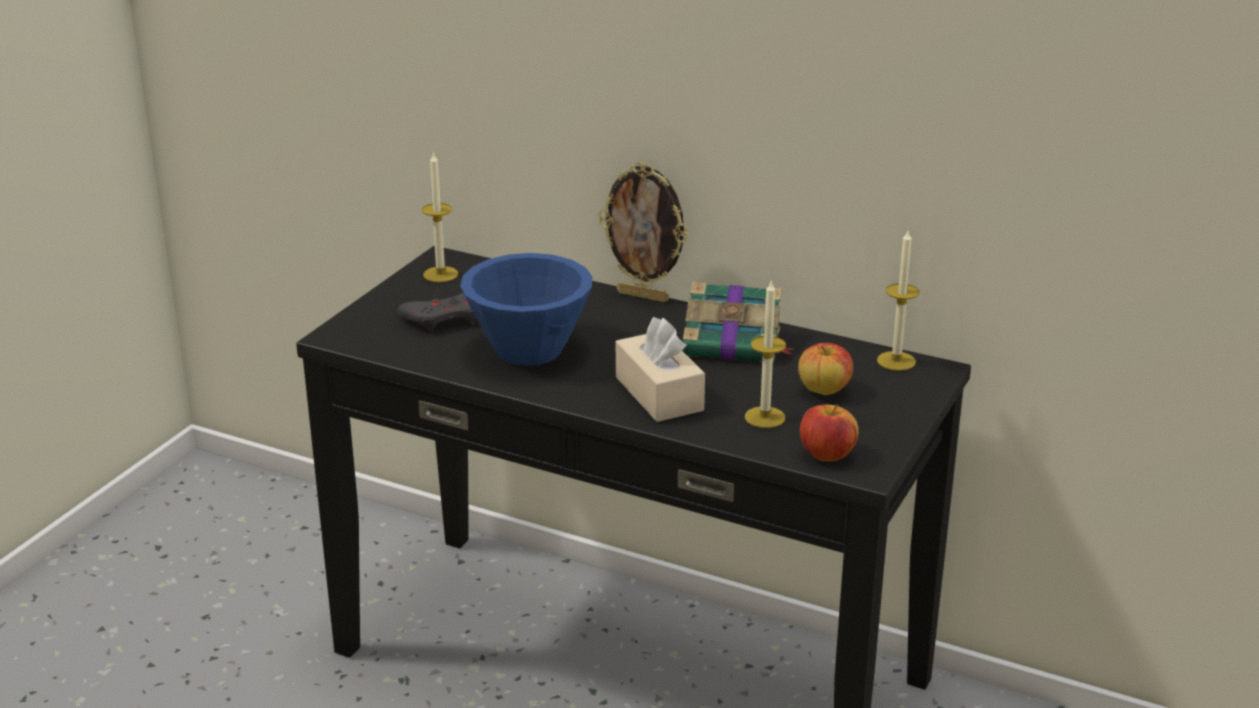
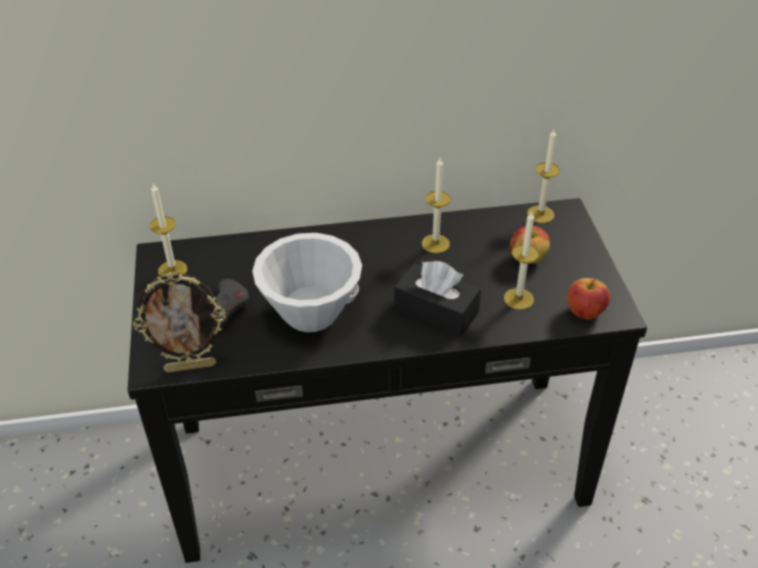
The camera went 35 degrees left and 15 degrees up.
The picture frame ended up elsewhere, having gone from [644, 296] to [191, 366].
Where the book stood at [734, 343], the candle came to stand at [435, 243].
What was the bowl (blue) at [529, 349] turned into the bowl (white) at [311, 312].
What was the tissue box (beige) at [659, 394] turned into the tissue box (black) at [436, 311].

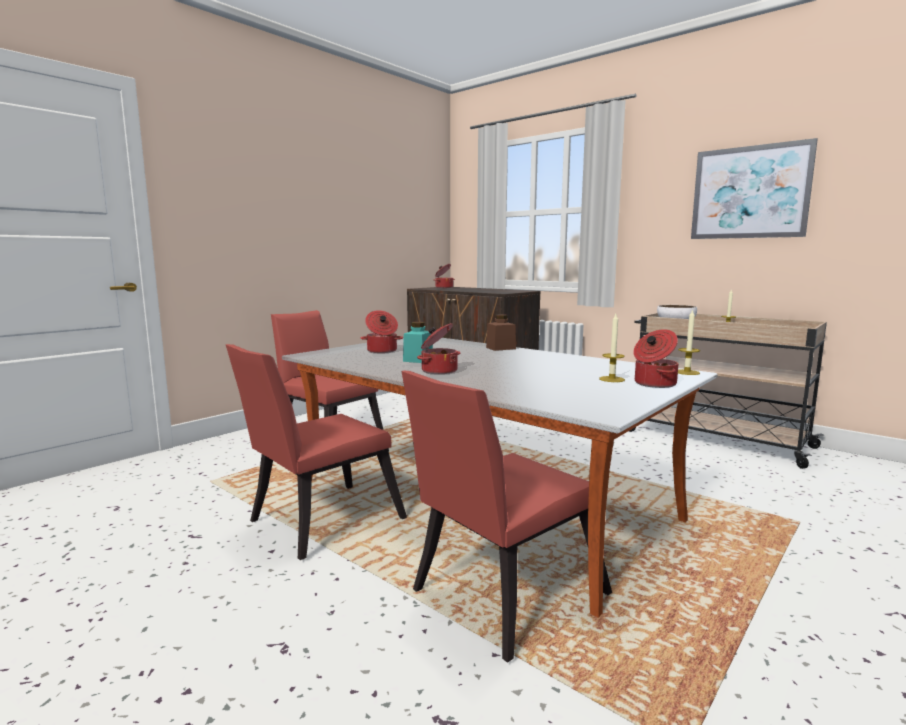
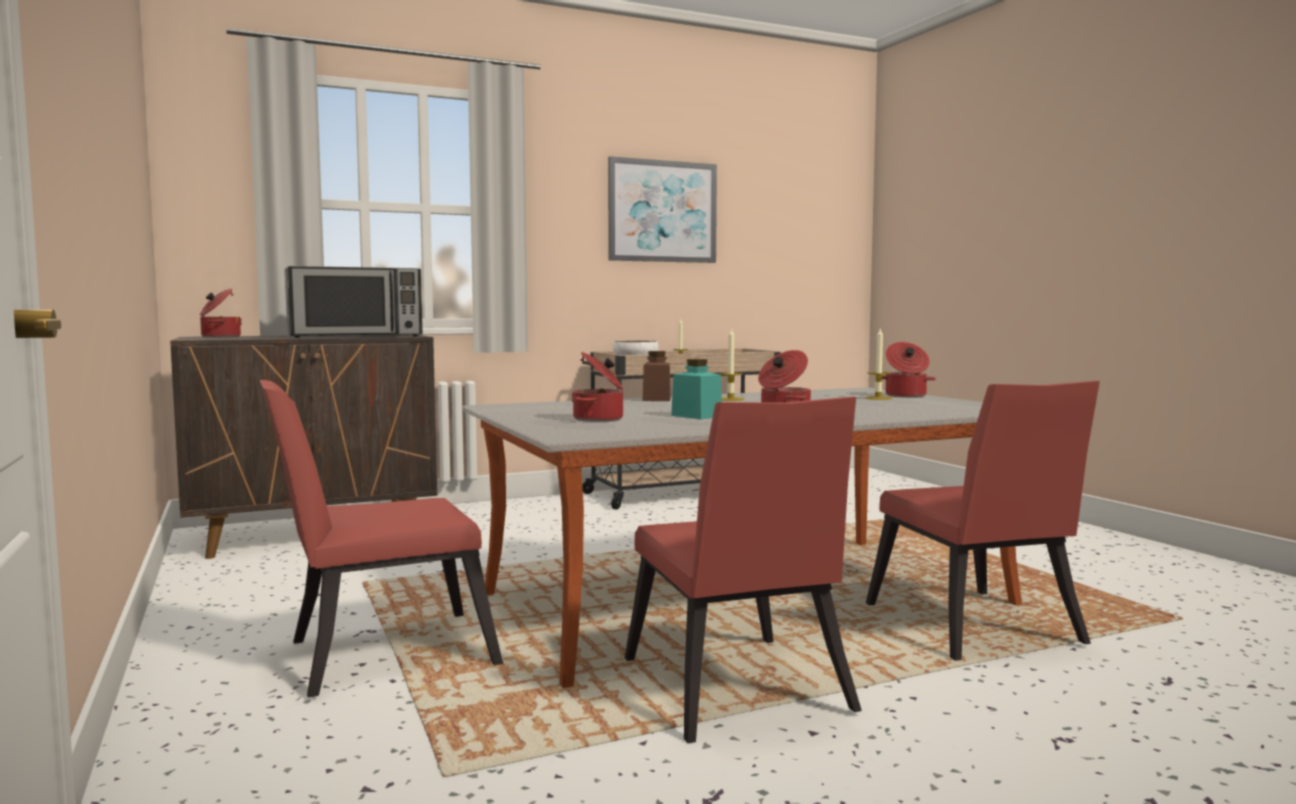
The camera went 65 degrees left and 5 degrees down.
The second view gained the microwave at [356, 336].
The candle ended up elsewhere, having gone from [687, 372] to [730, 399].

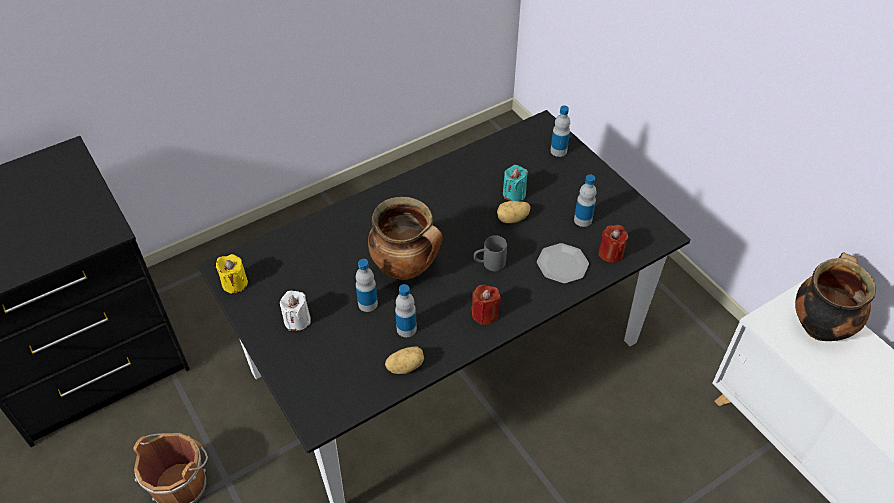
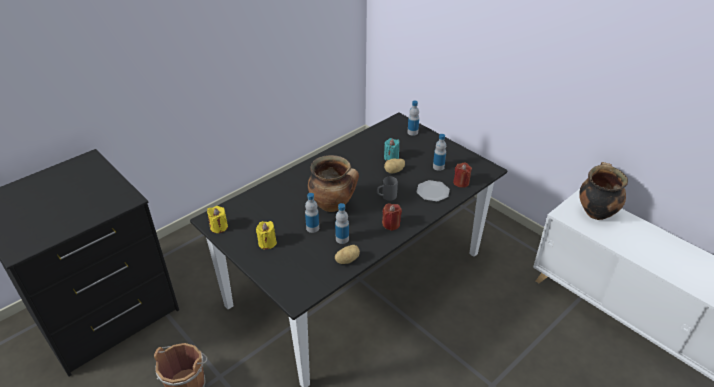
The camera went 10 degrees left and 10 degrees down.
What was the candle (white) at [297, 320] turned into the candle (yellow) at [267, 243].

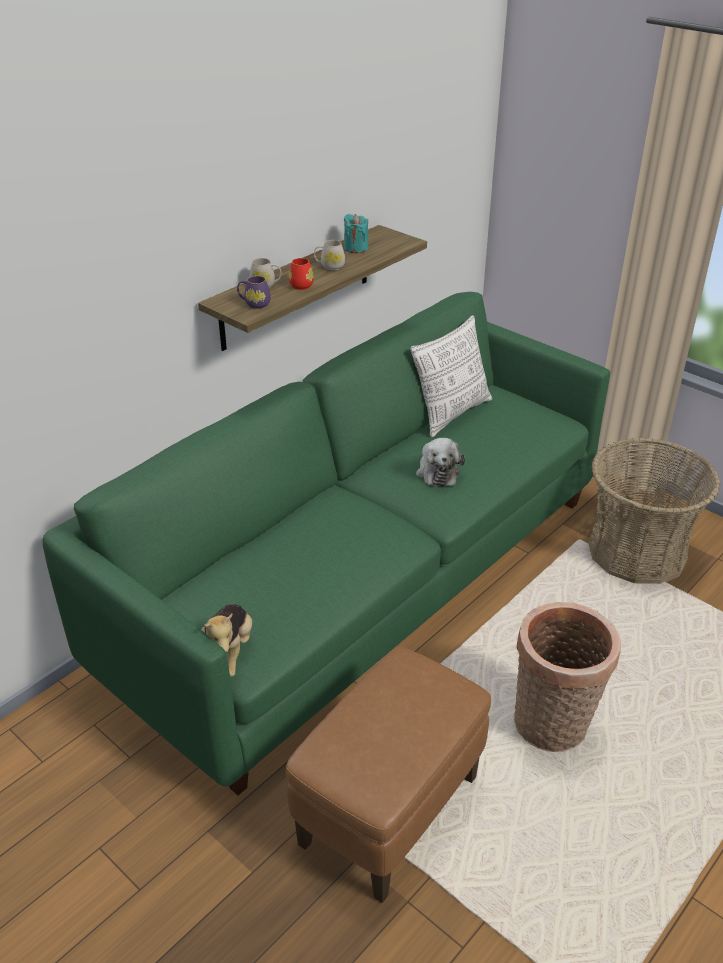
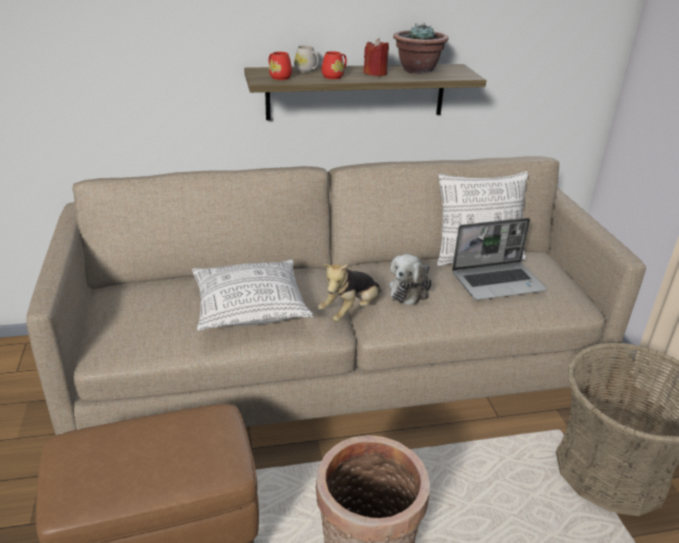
The camera went 35 degrees right and 5 degrees down.
The second view gained the pillow at [250, 308].
The second view gained the laptop at [498, 282].
The plush toy ended up elsewhere, having gone from [228, 652] to [350, 311].
Where the mug (white) stood at [329, 266], the candle (red) came to stand at [375, 73].
Where the candle (turquoise) stood at [356, 248], the potted plant came to stand at [417, 70].
What was the sofa (green) at [361, 580] turned into the sofa (beige) at [335, 367].
What was the mug (purple) at [254, 304] turned into the mug (red) at [278, 77].

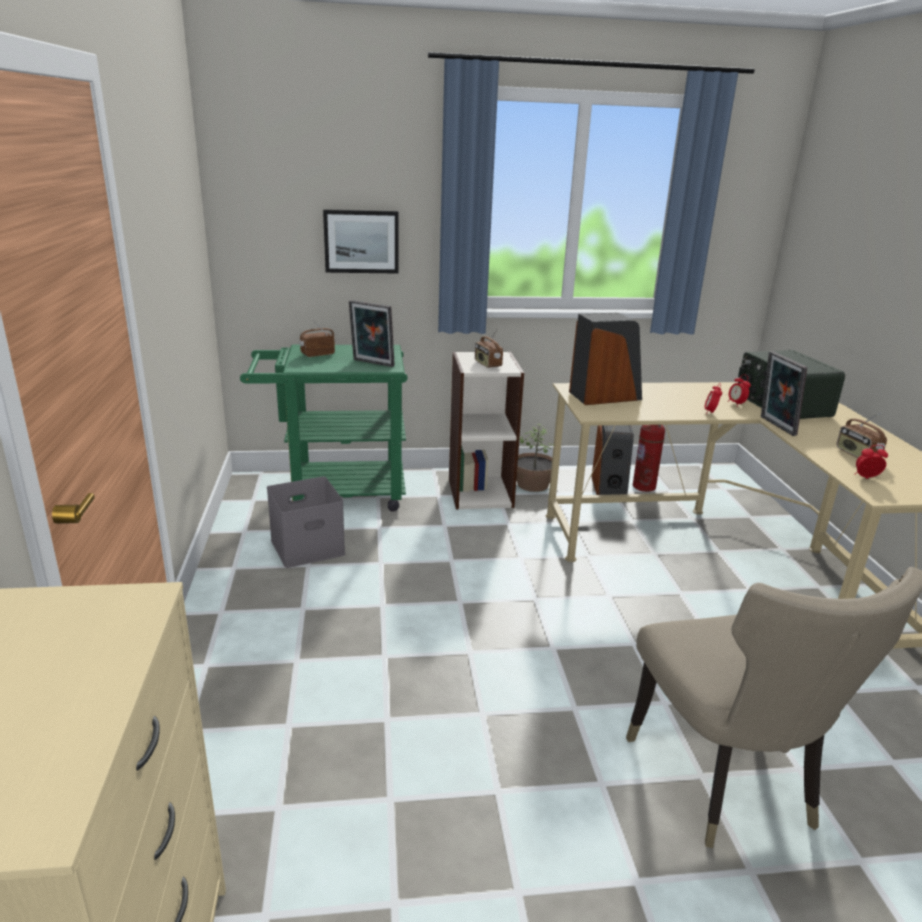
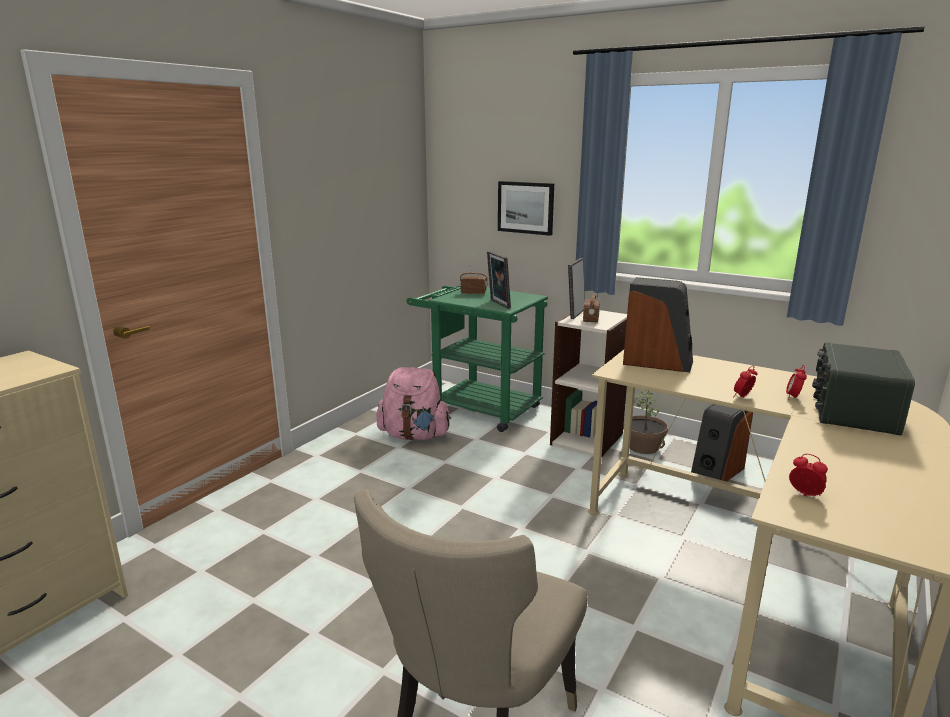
The camera went 40 degrees right and 5 degrees down.
The second view lost the fire extinguisher at [644, 487].
The second view lost the radio at [857, 454].
The picture frame ended up elsewhere, having gone from [775, 426] to [575, 313].
Where the storage box (grey) stood at [308, 546], the backpack (pink) came to stand at [414, 435].

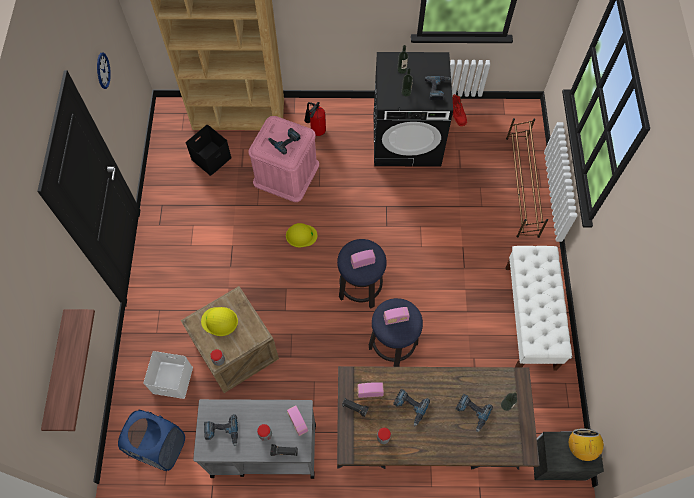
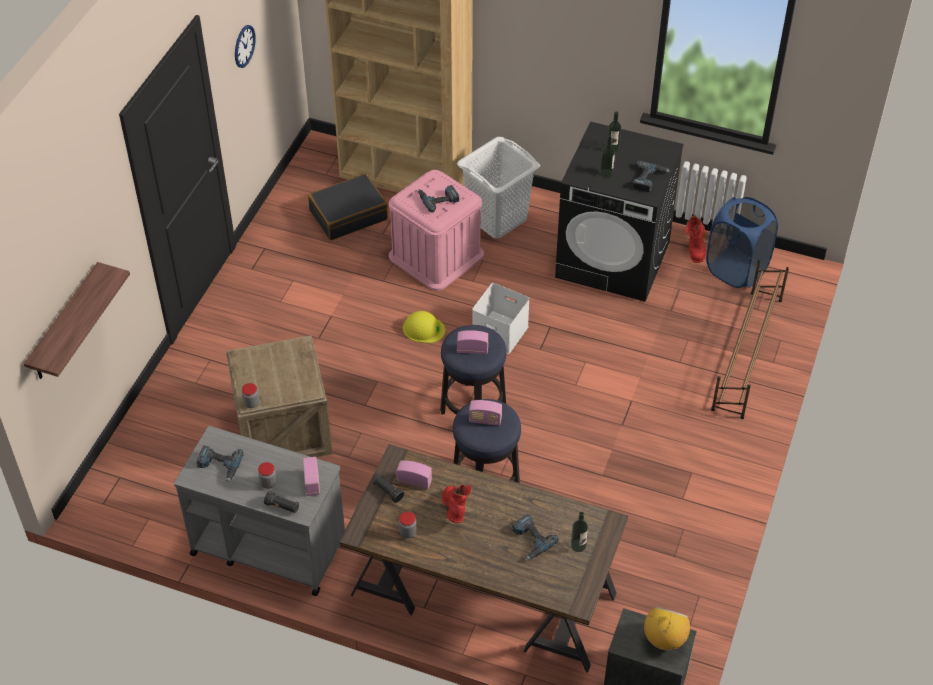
The camera went 20 degrees right and 15 degrees down.
The second view lost the hard hat (yellow) at [219, 321].
The second view lost the bench (white) at [530, 317].
The laundry basket (blue) ended up elsewhere, having gone from [160, 447] to [736, 269].
The storage box (white) ended up elsewhere, having gone from [173, 379] to [501, 332].
Where the storage box (black) stood at [211, 159], the suitcase (black) came to stand at [348, 215].
Where the fire extinguisher stood at [315, 131], the laundry basket (white) came to stand at [496, 218].
Where the power drill stood at [409, 407], the boot (red) came to stand at [455, 511].

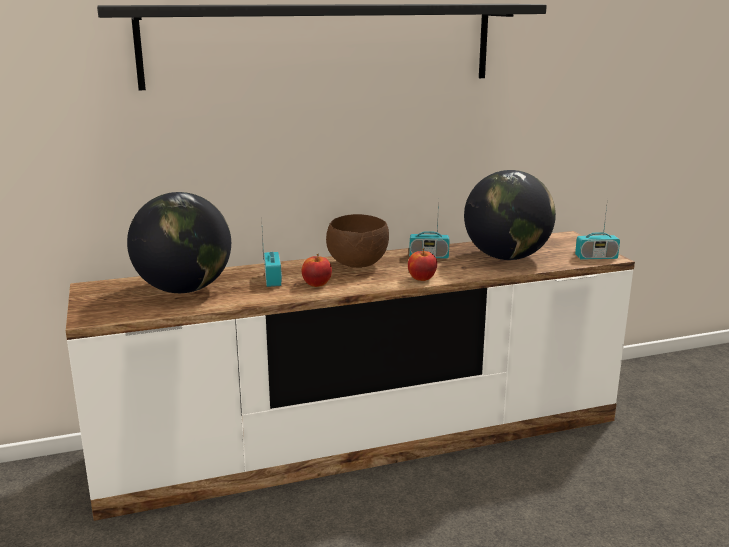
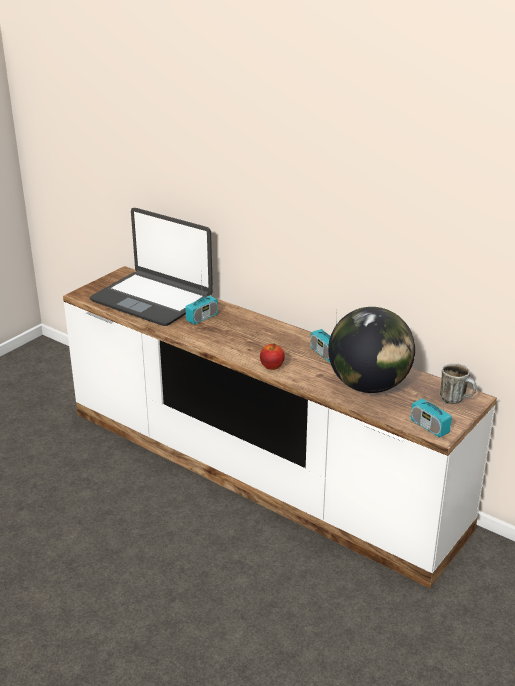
The camera went 55 degrees right and 10 degrees up.
The second view lost the shelf (black) at [322, 44].
The second view lost the apple at [316, 284].
The second view lost the bowl (brown) at [359, 264].
The second view gained the mug at [456, 400].
Where the globe stood at [184, 289], the laptop came to stand at [152, 299].

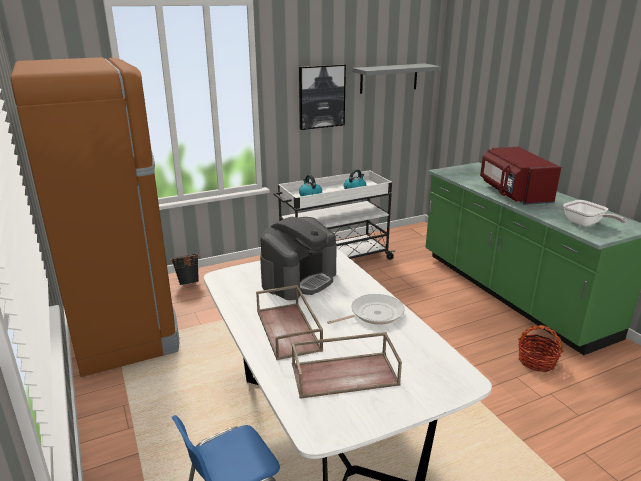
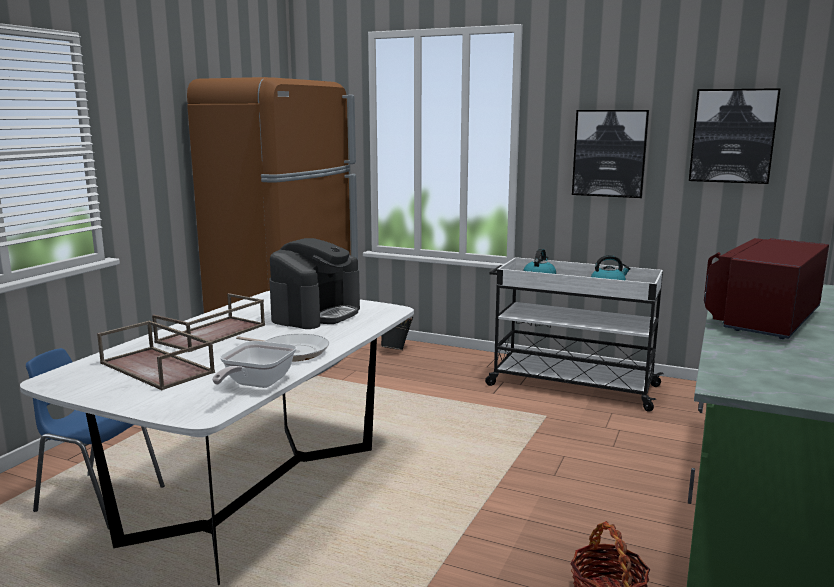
The camera went 50 degrees right and 10 degrees down.
The frying pan ended up elsewhere, having gone from [585, 224] to [255, 384].
Where the shelf (grey) hung at [389, 78], the picture came to hang at [732, 136].
The coffee machine at [299, 279] ended up facing another way, 60 degrees counterclockwise from before.

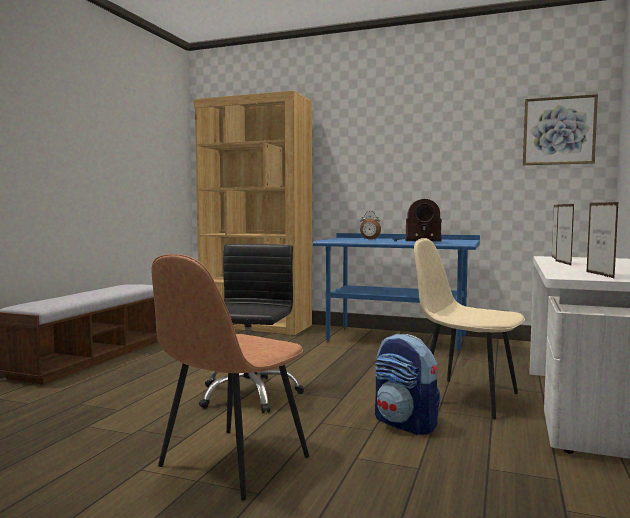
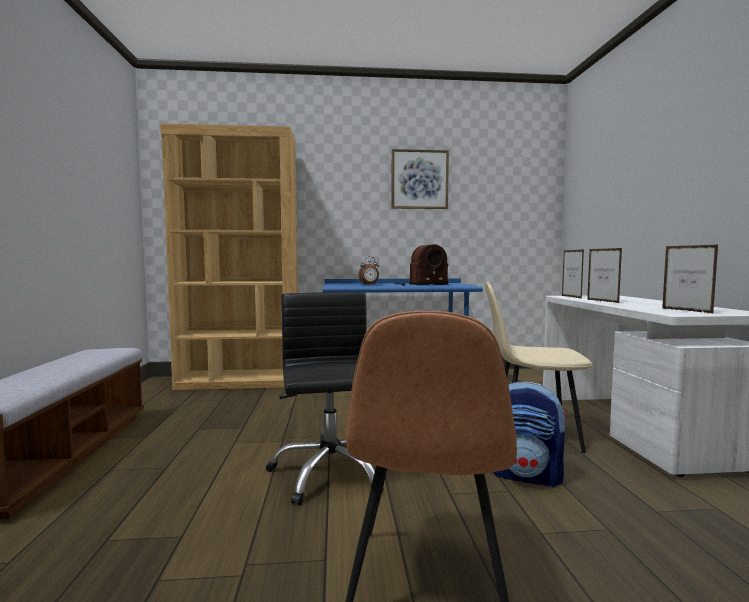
The camera went 25 degrees left and 0 degrees up.
The picture ended up elsewhere, having gone from [559, 131] to [419, 179].

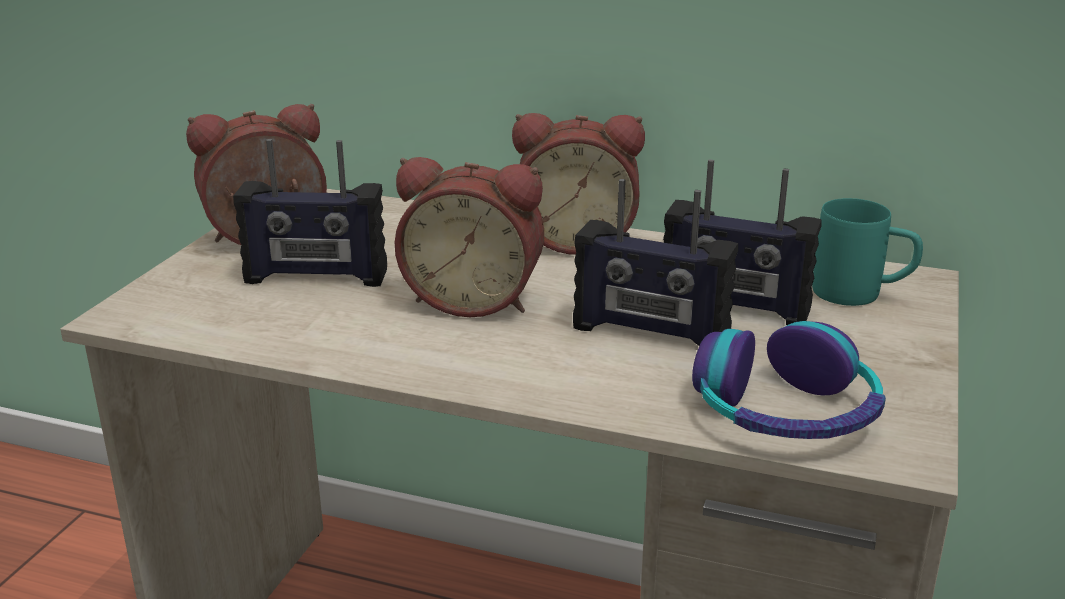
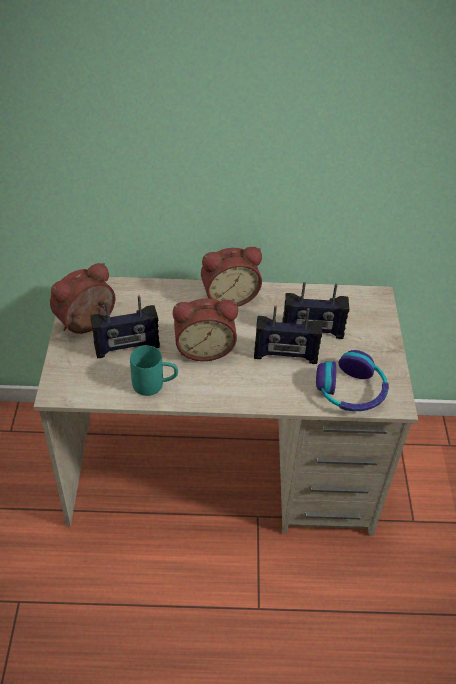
The camera went 20 degrees left and 20 degrees up.
The mug (turquoise) ended up elsewhere, having gone from [861, 295] to [155, 385].

